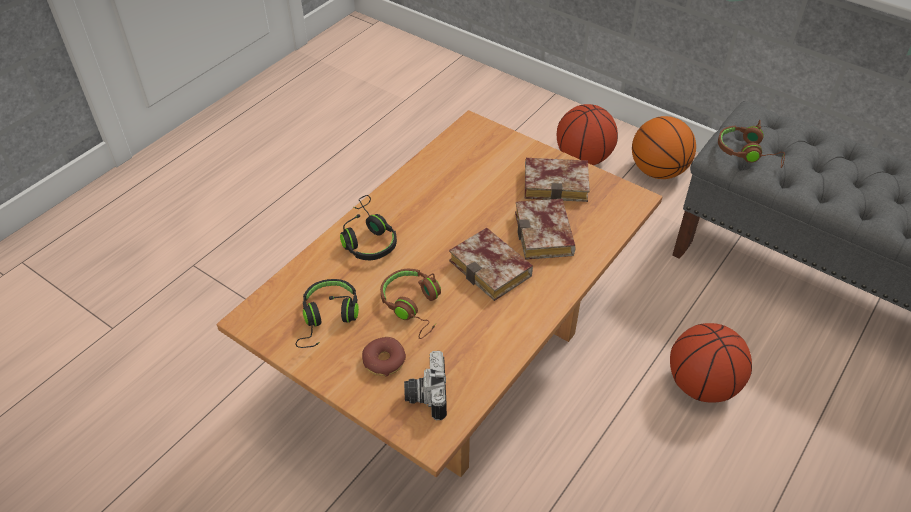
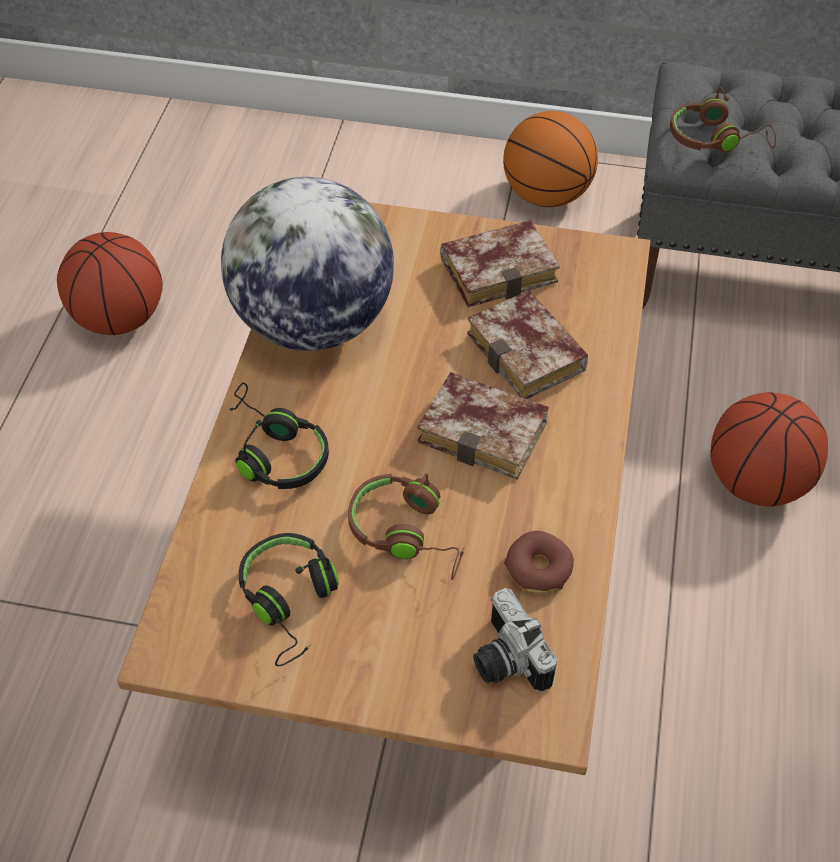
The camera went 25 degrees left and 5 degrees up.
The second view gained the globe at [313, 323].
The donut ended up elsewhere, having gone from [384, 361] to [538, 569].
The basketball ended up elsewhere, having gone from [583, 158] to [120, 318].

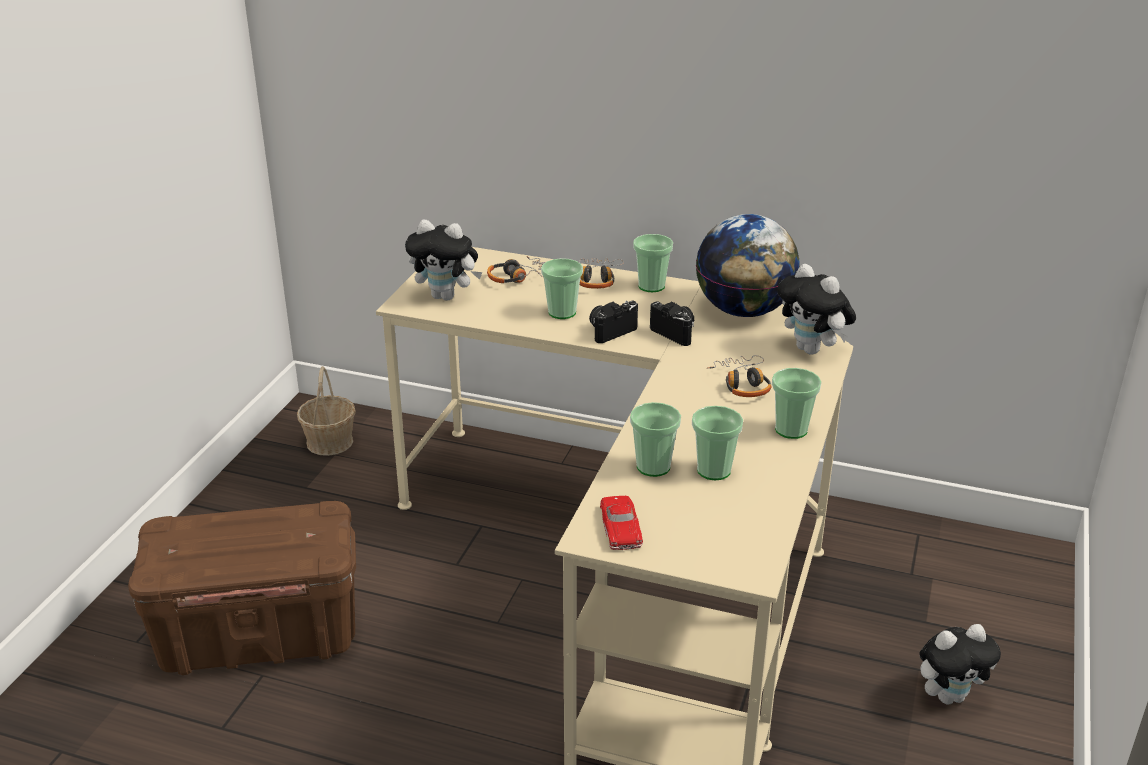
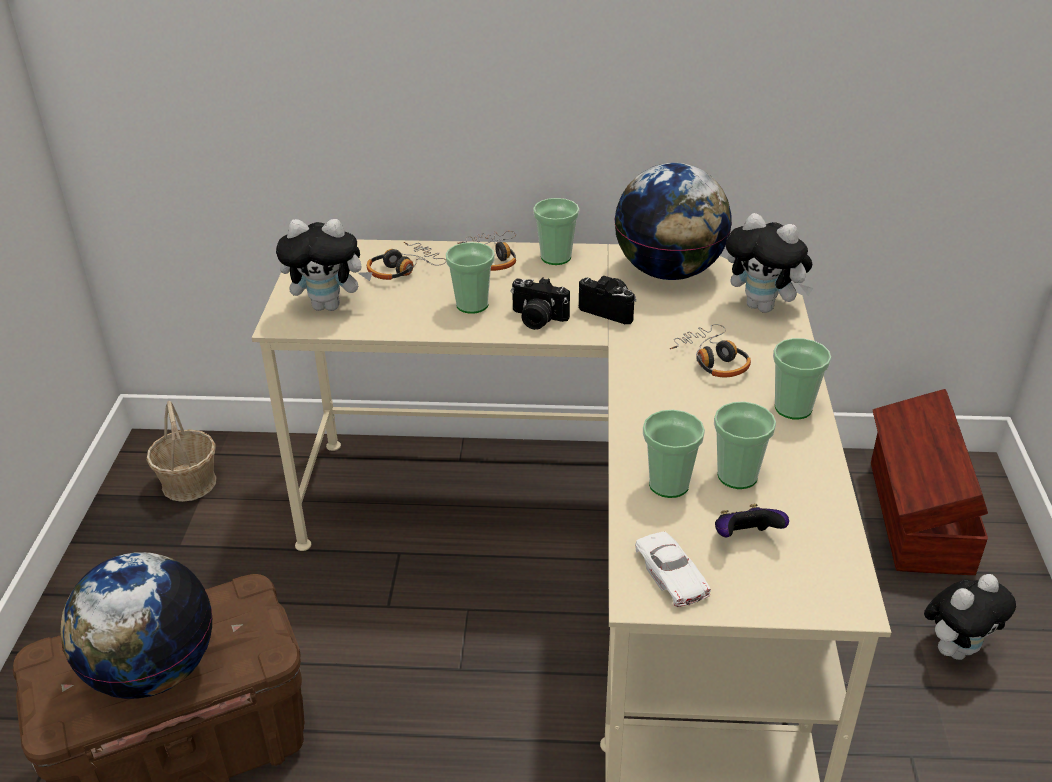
The camera went 15 degrees left and 5 degrees up.
The second view gained the globe at [152, 671].
The second view gained the game controller at [745, 539].
The second view gained the storage box (brown) at [917, 517].
What was the toy car (red) at [620, 527] turned into the toy car (white) at [671, 574].
The photo camera at [610, 331] ended up facing another way, 105 degrees counterclockwise from before.

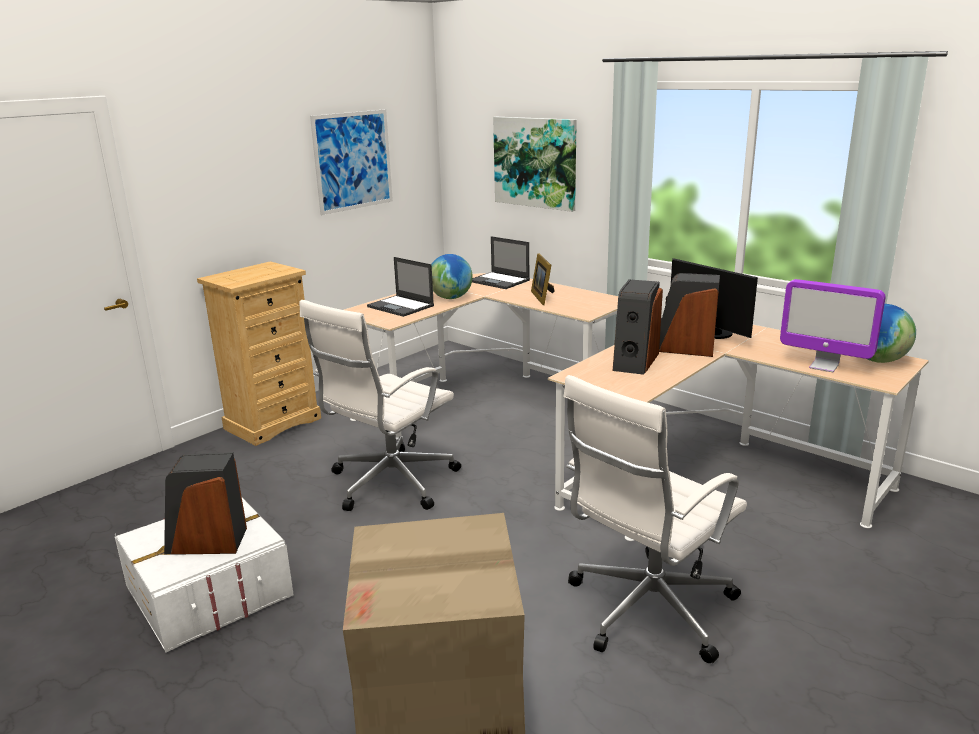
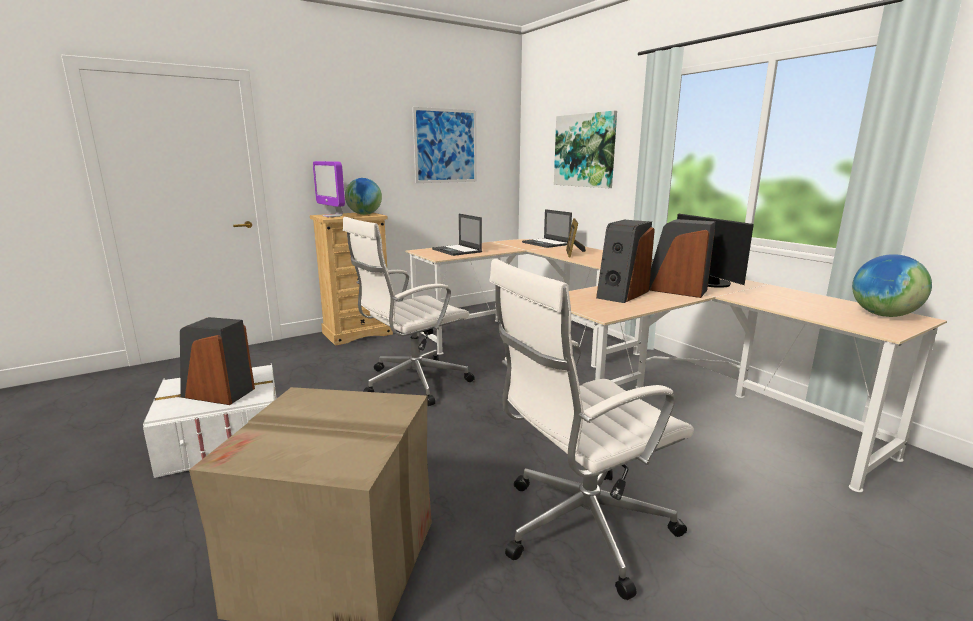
The camera went 15 degrees right and 5 degrees down.
The globe ended up elsewhere, having gone from [451, 298] to [365, 214].
The monitor ended up elsewhere, having gone from [824, 366] to [332, 216].

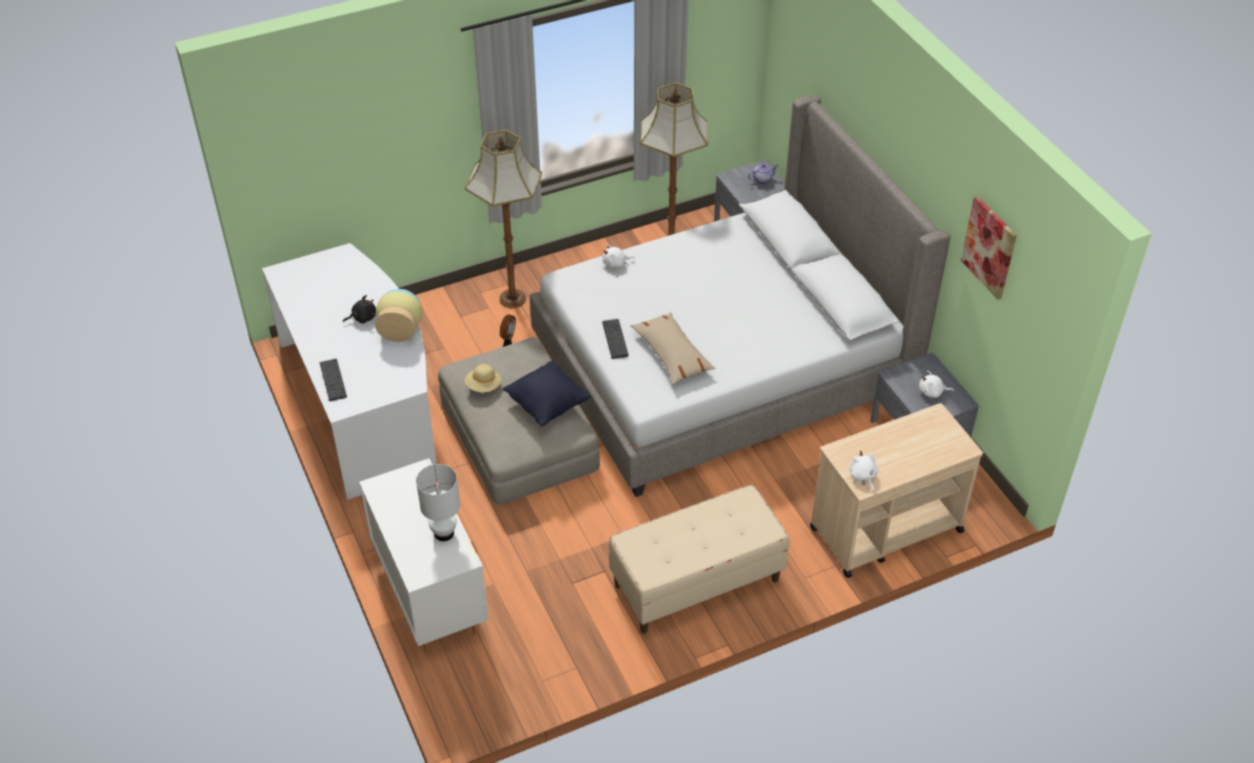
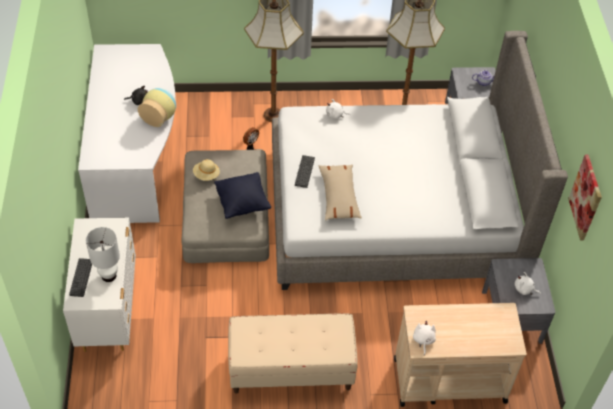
The camera went 20 degrees right and 5 degrees up.
The keyboard ended up elsewhere, having gone from [333, 380] to [81, 277].

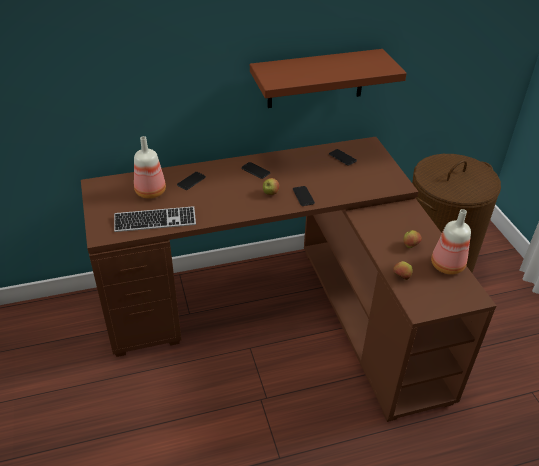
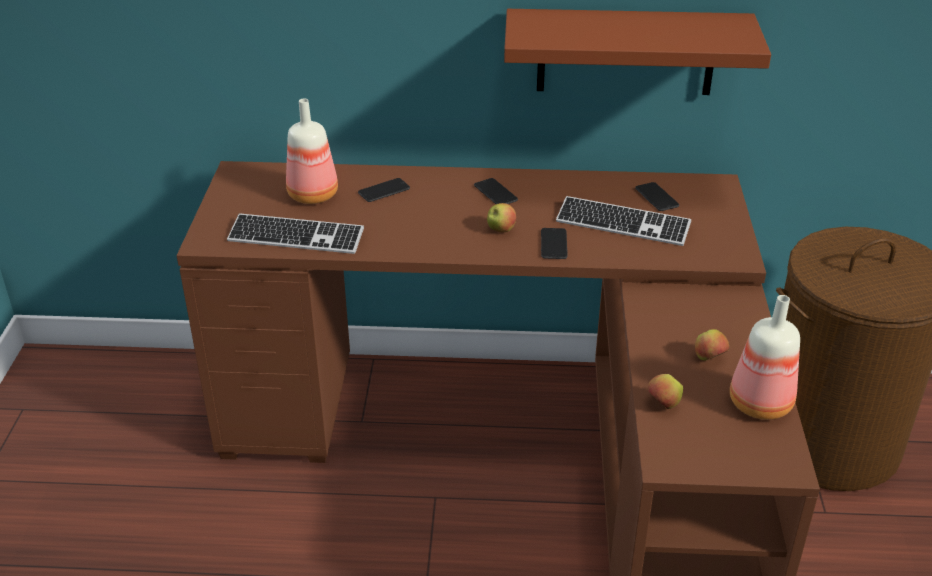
The camera went 20 degrees right and 5 degrees down.
The second view gained the keyboard at [622, 224].

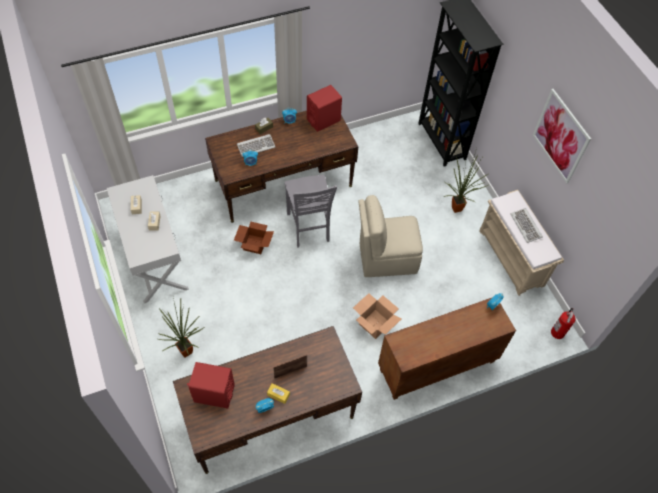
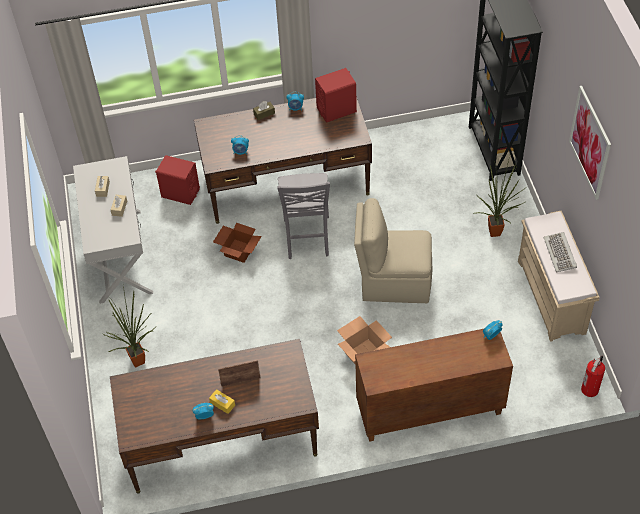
The camera went 15 degrees right and 5 degrees down.
The second view lost the keyboard at [256, 146].
The speaker (red) ended up elsewhere, having gone from [214, 393] to [180, 193].

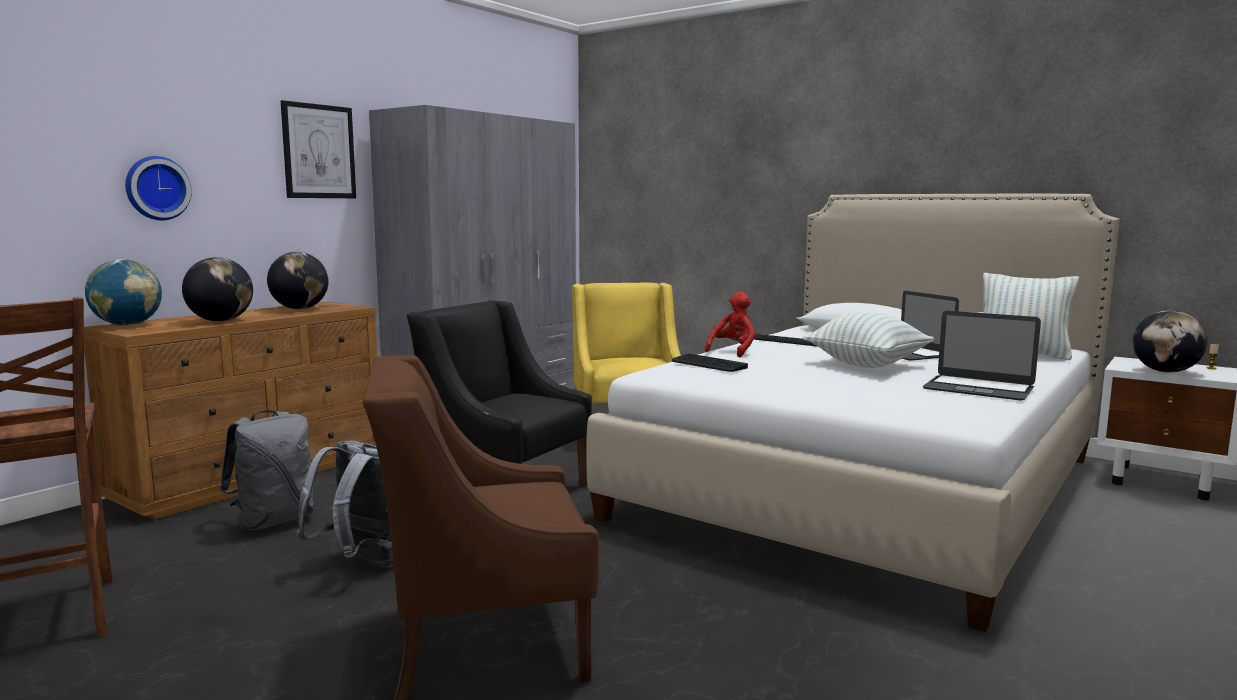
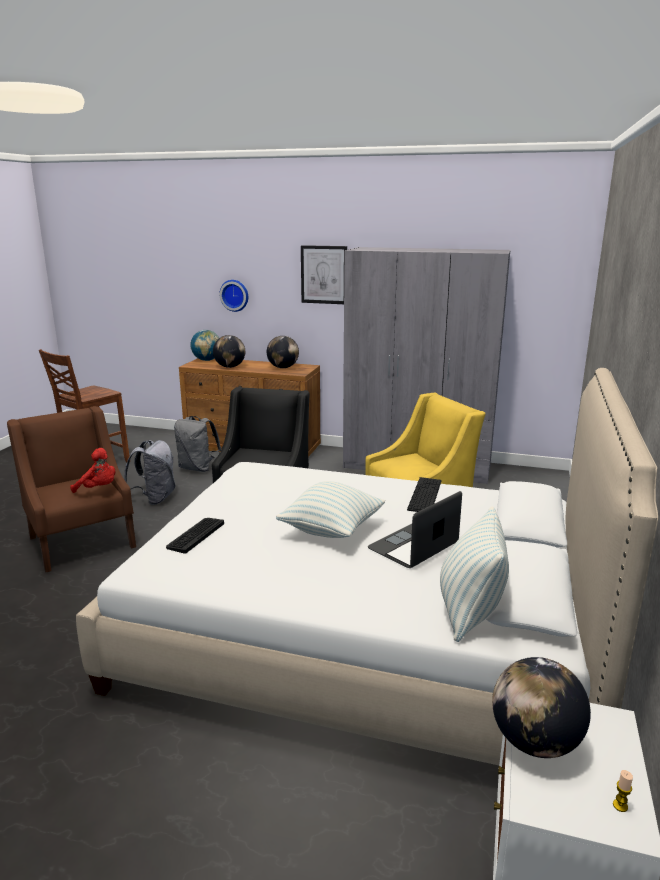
The camera went 70 degrees right and 10 degrees up.
The second view lost the laptop at [978, 388].
The keyboard ended up elsewhere, having gone from [708, 364] to [195, 535].
The plush toy (red) ended up elsewhere, having gone from [733, 351] to [98, 488].

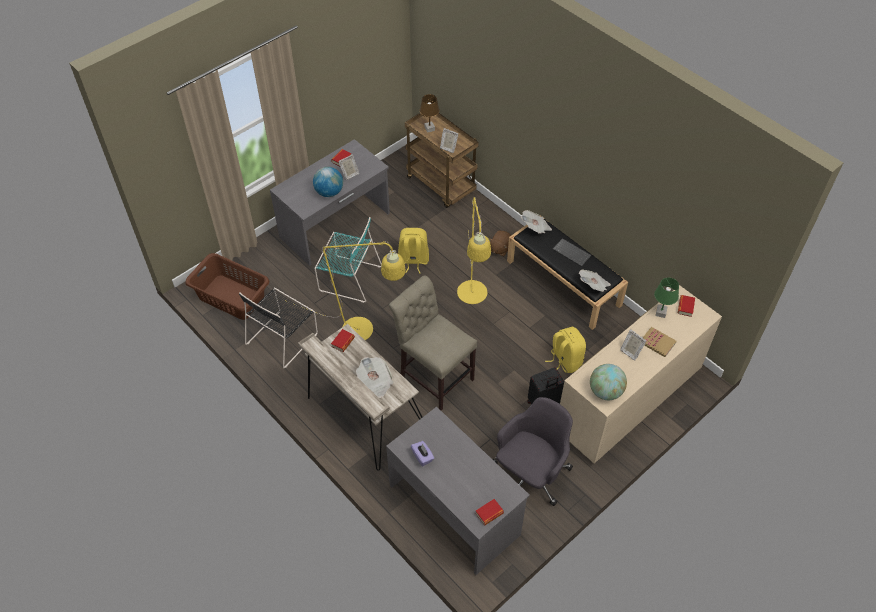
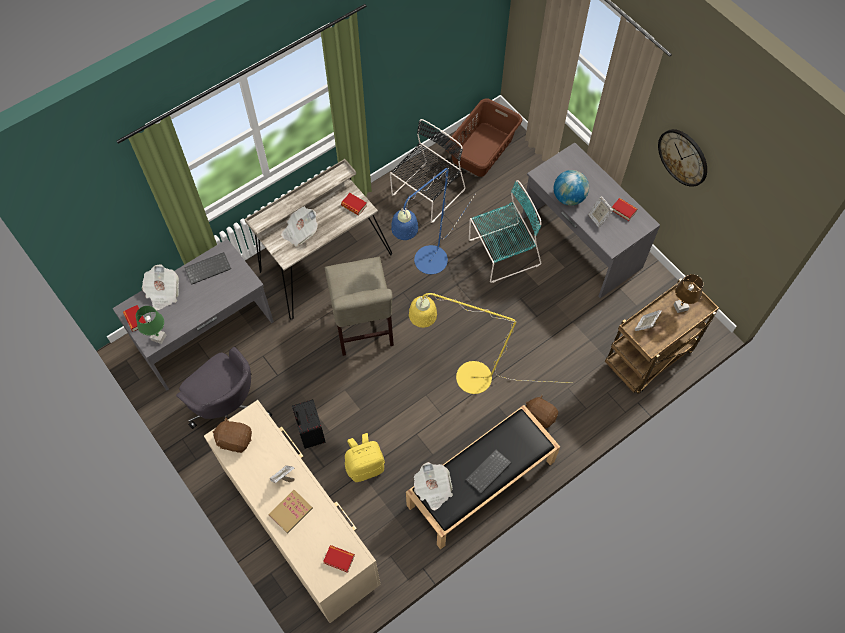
The camera went 95 degrees right and 10 degrees up.
The second view lost the backpack (yellow) at [413, 260].
The second view gained the wall clock at [683, 157].
The newspaper ended up elsewhere, having gone from [535, 228] to [163, 293].
The table lamp (green) ended up elsewhere, having gone from [660, 312] to [159, 337].
Where the tissue box (purple) stood at [422, 457], the keyboard came to stand at [208, 268].
Where the globe stood at [605, 391], the plush toy (brown) came to stand at [235, 439].
What was the floor lamp (yellow) at [365, 332] turned into the floor lamp (blue) at [426, 266].
The chair (black) at [283, 337] ended up facing another way, 90 degrees clockwise from before.
The chair (turquoise) at [348, 278] ended up facing another way, 135 degrees counterclockwise from before.
The chair (beige) at [434, 375] ended up facing another way, 120 degrees clockwise from before.

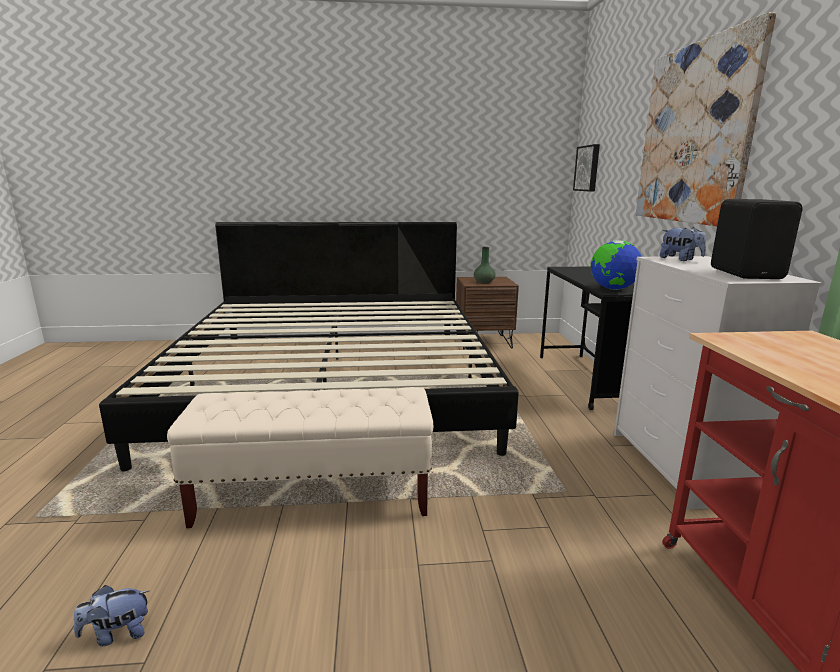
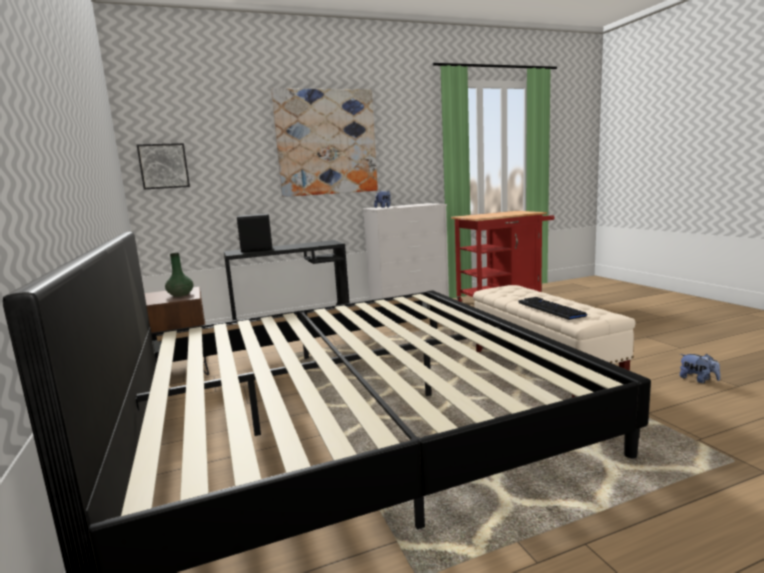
The camera went 105 degrees left and 5 degrees down.
The second view lost the globe at [613, 289].
The second view gained the keyboard at [551, 309].
The speaker (black) ended up elsewhere, having gone from [747, 273] to [256, 250].

